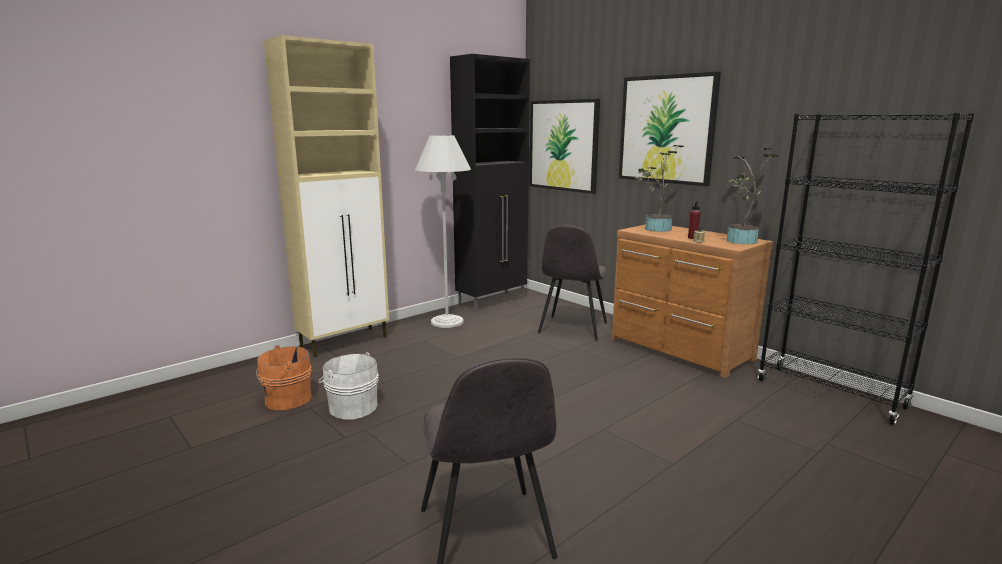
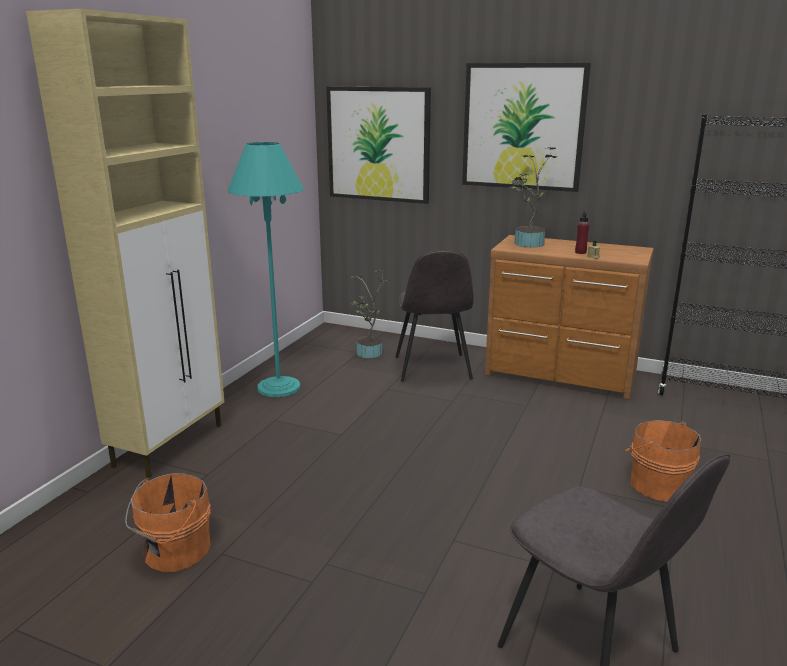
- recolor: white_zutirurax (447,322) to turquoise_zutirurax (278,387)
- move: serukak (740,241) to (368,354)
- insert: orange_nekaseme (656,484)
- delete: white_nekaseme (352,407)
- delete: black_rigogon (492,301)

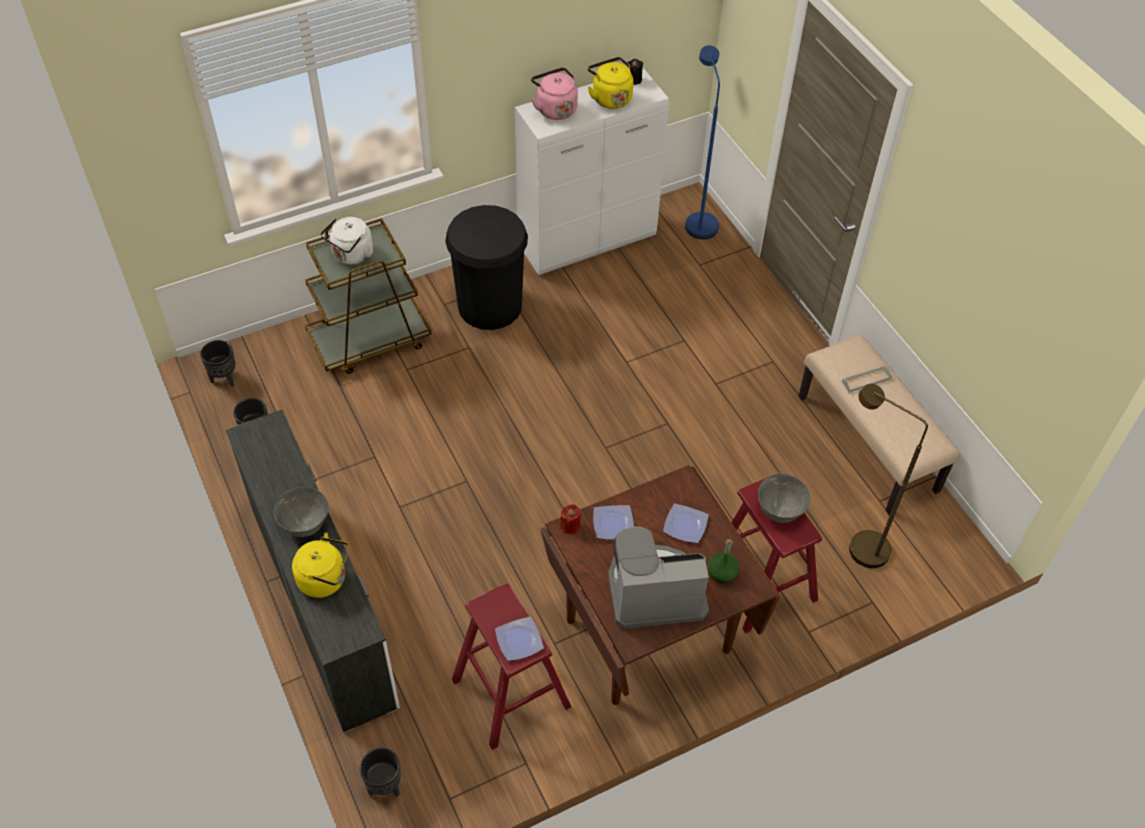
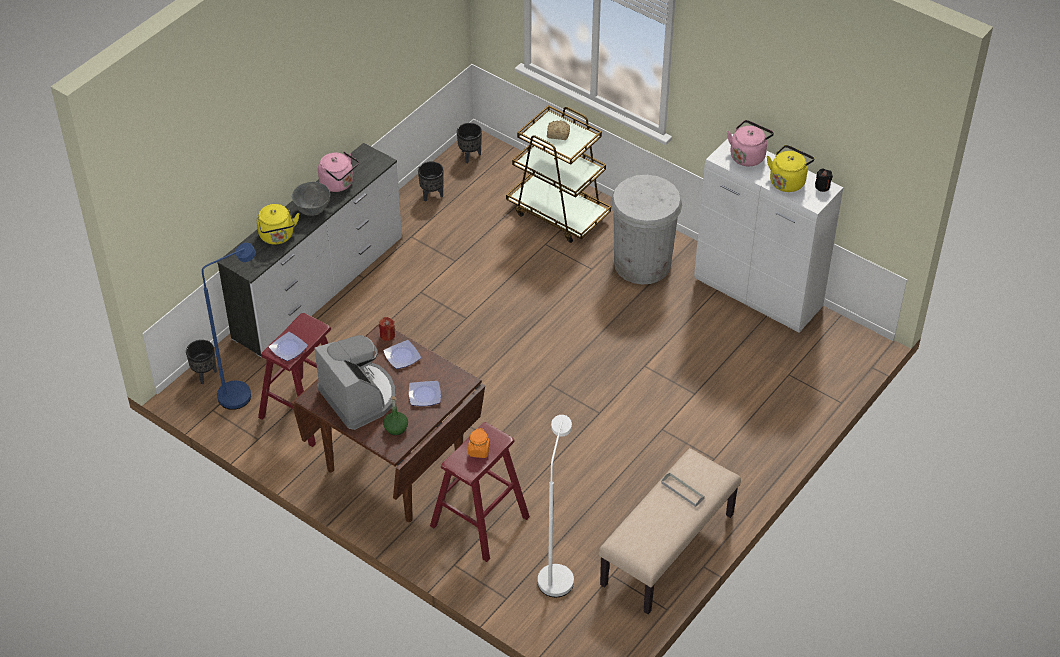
- move: blue_zutirurax (698,220) to (242,391)
- insert: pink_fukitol (339,184)
- replace: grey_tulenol (779,511) to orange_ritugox (479,450)
- recolor: brown_zutirurax (858,545) to white_zutirurax (556,573)
- replace: white_fukitol (351,255) to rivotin (557,134)
- recolor: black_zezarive (490,305) to white_zezarive (642,263)

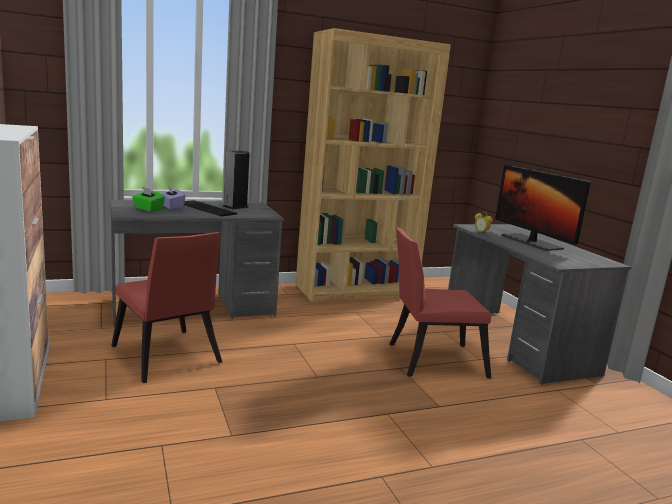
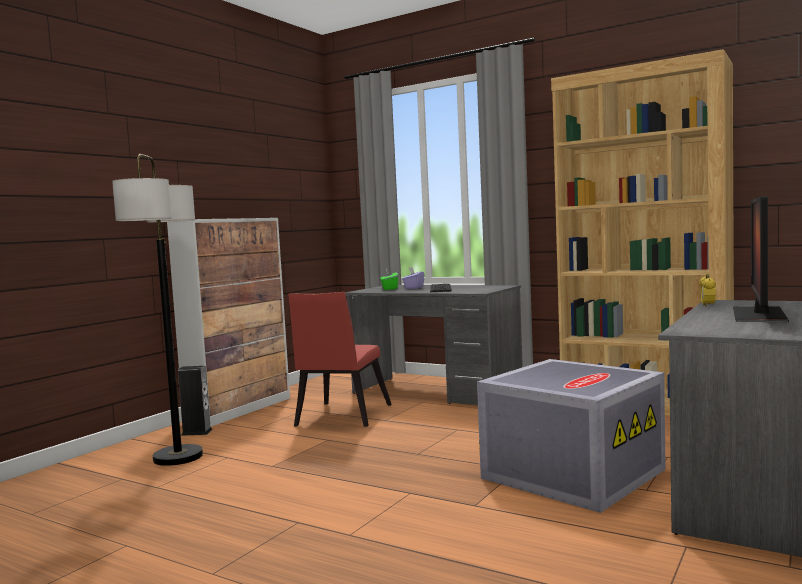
- insert: zutirurax (178,457)
- move: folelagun (235,207) to (197,432)
- replace: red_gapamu (430,359) to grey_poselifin (572,472)

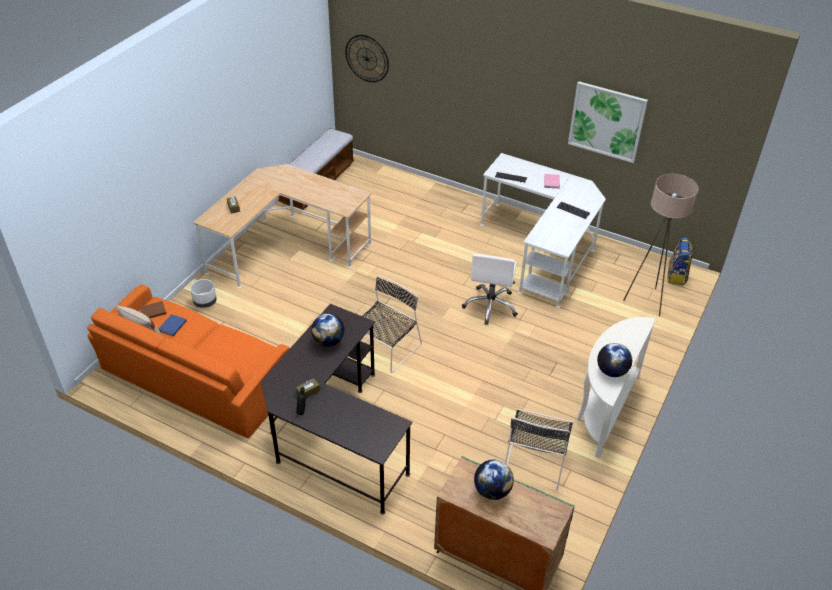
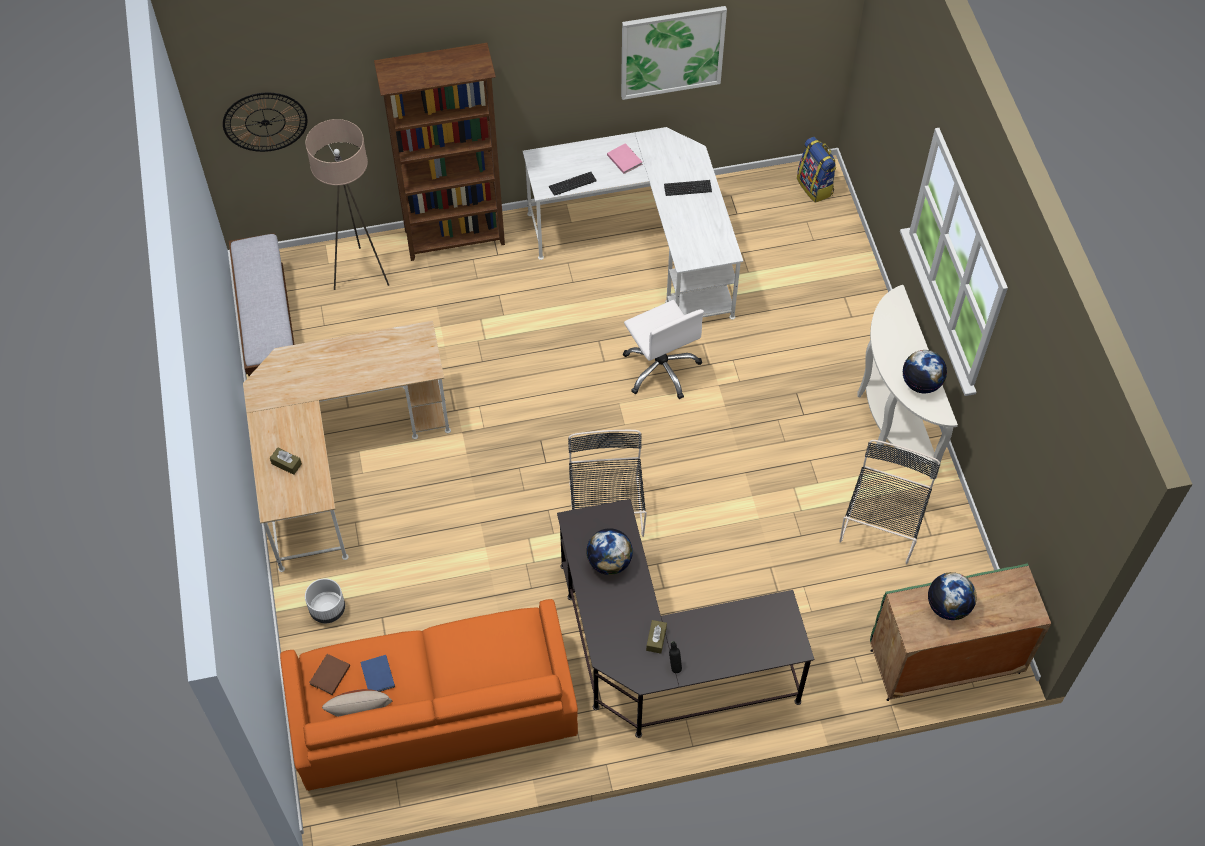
- move: beige_zutirurax (646,301) to (361,273)
- insert: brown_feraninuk (455,238)
- rotate: black_gapamu (535,460) = (881,527) 135 degrees counterclockwise

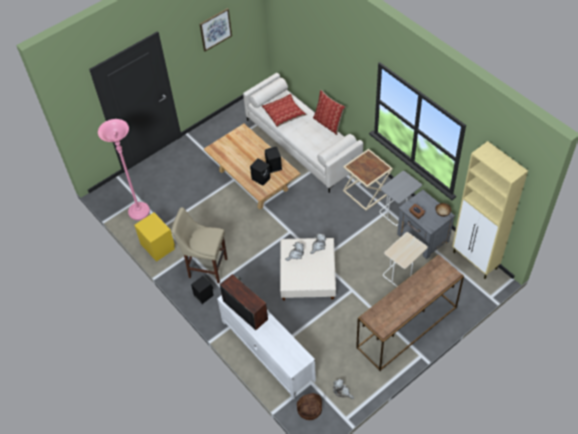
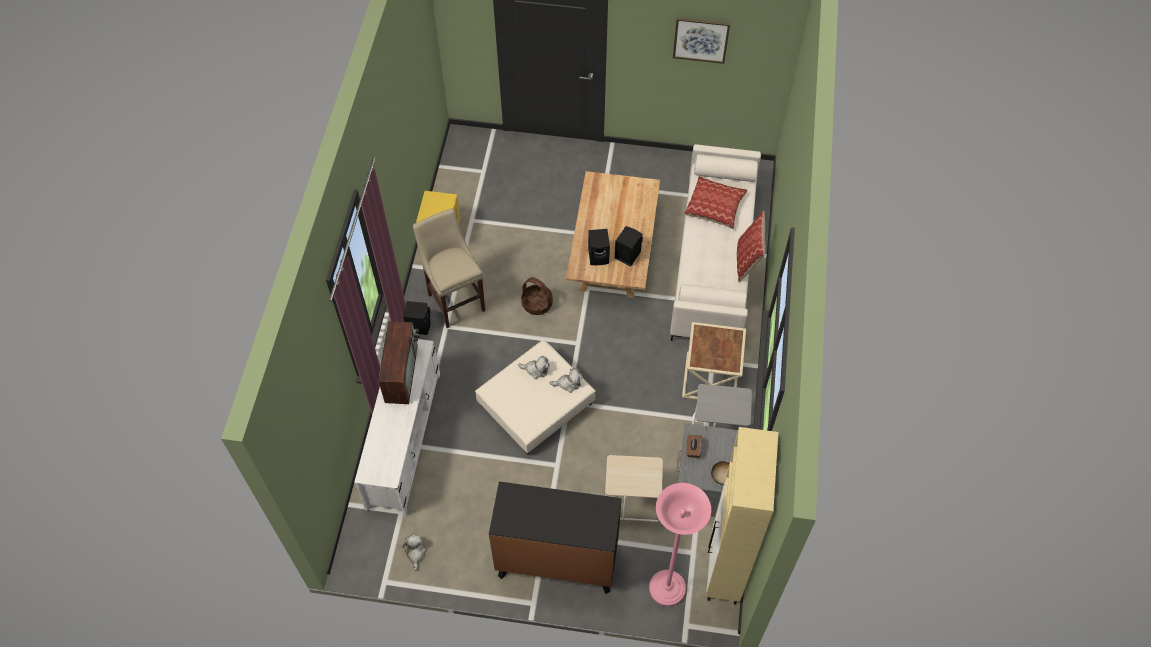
- replace: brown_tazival (407,328) to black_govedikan (557,561)
- move: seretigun (309,409) to (537,303)
- move: pink_zutirurax (139,212) to (667,588)

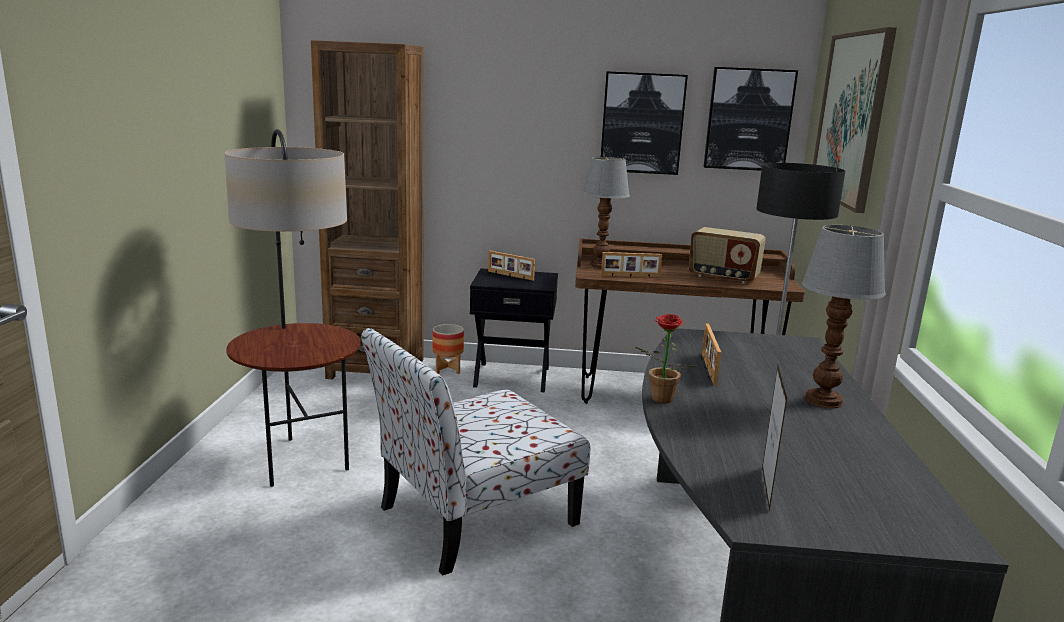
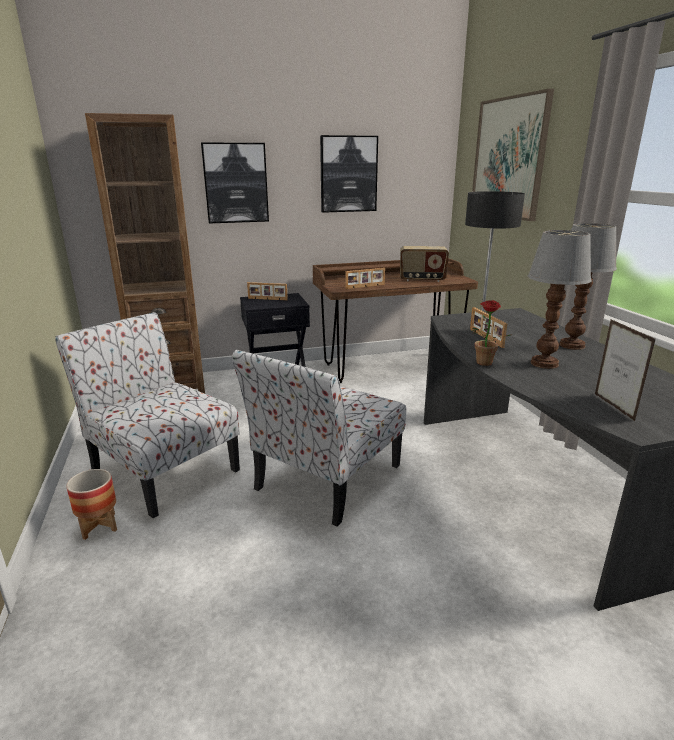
- replace: zutirurax (301,460) to gapamu (163,469)
- move: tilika (448,369) to (99,526)
- move: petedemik (748,119) to (236,183)
- move: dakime (601,266) to (544,363)

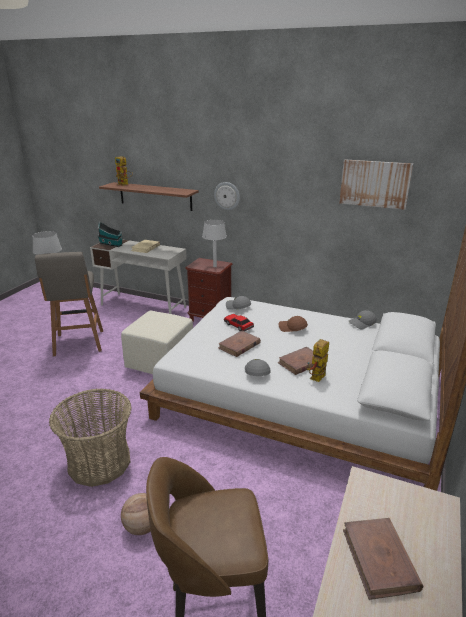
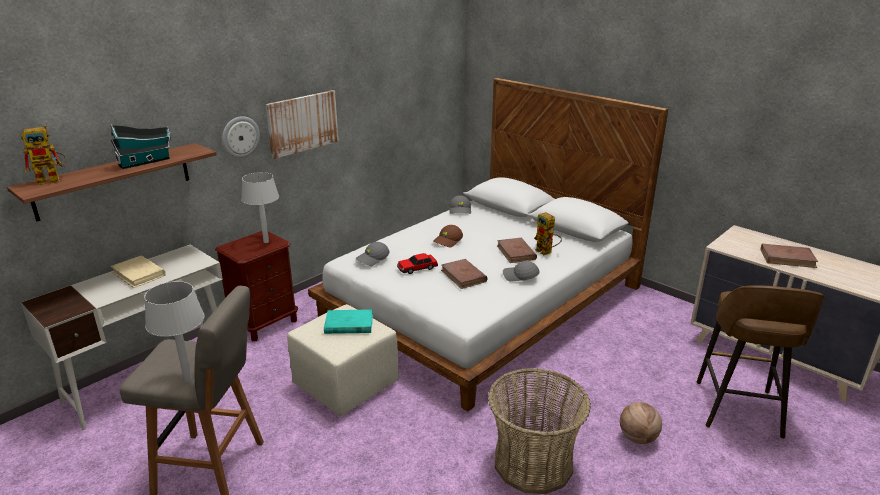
- move: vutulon (111,244) to (146,162)
- move: petedemik (374,184) to (302,123)
- insert: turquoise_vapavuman (348,324)

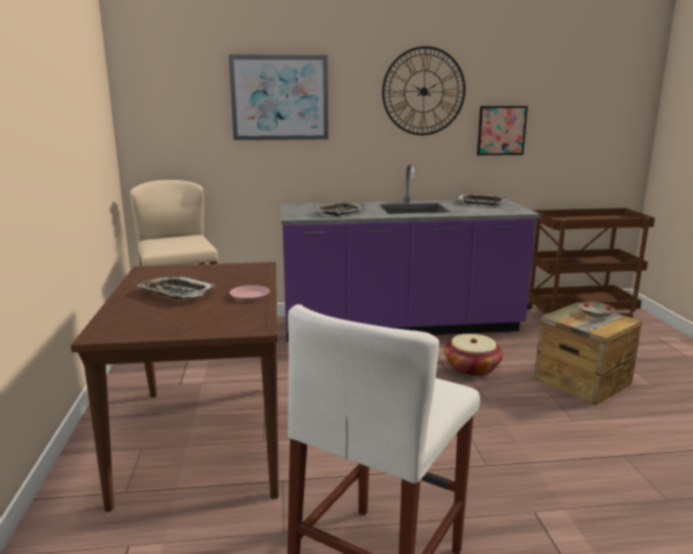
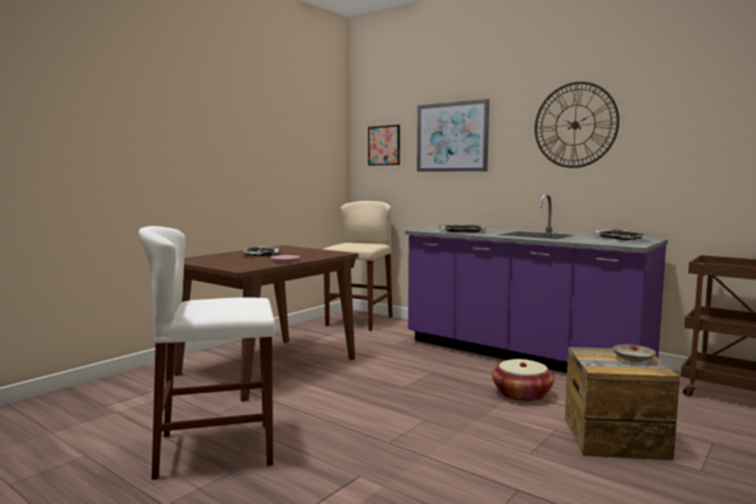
- move: petedemik (501,130) to (384,145)

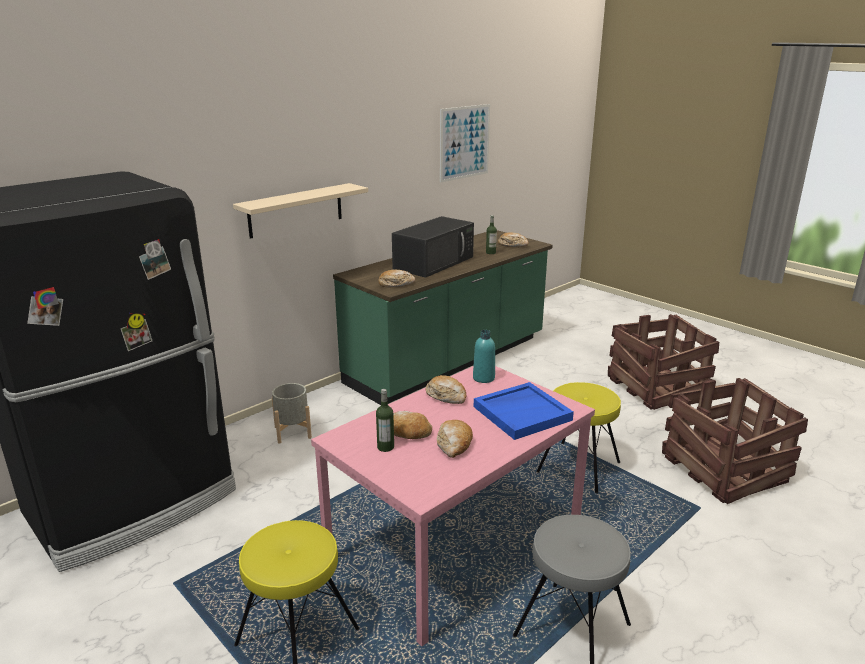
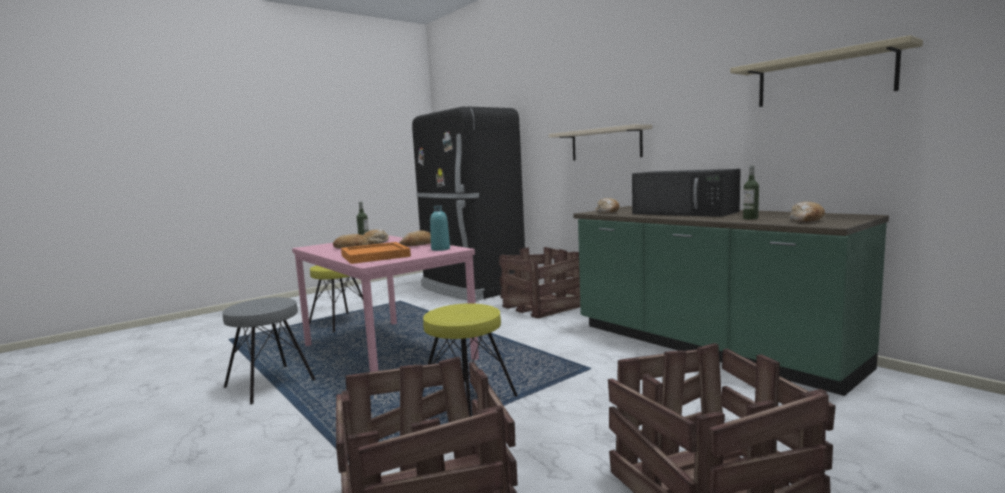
- recolor: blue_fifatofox (522,413) to orange_fifatofox (376,256)
- replace: grey_tilika (292,432) to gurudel (543,306)
- replace: petedemik (464,142) to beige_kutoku (823,78)

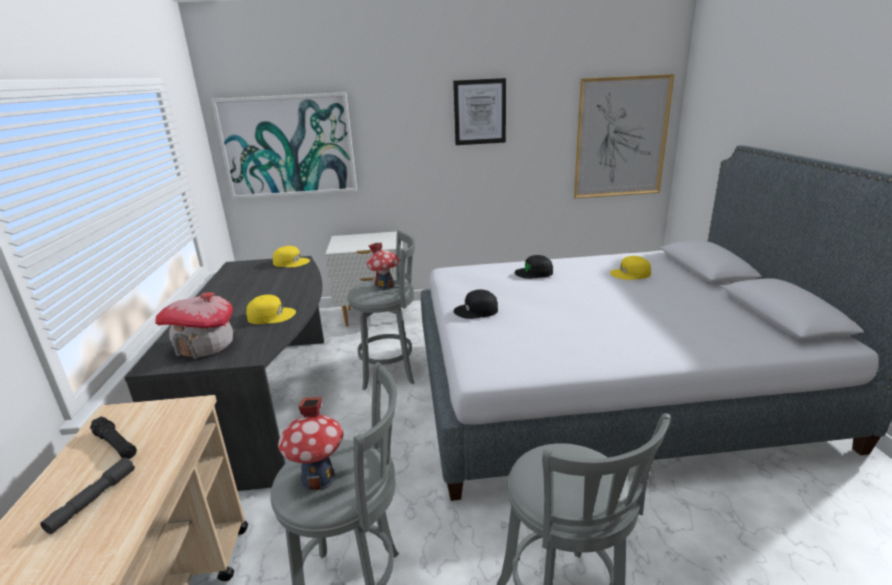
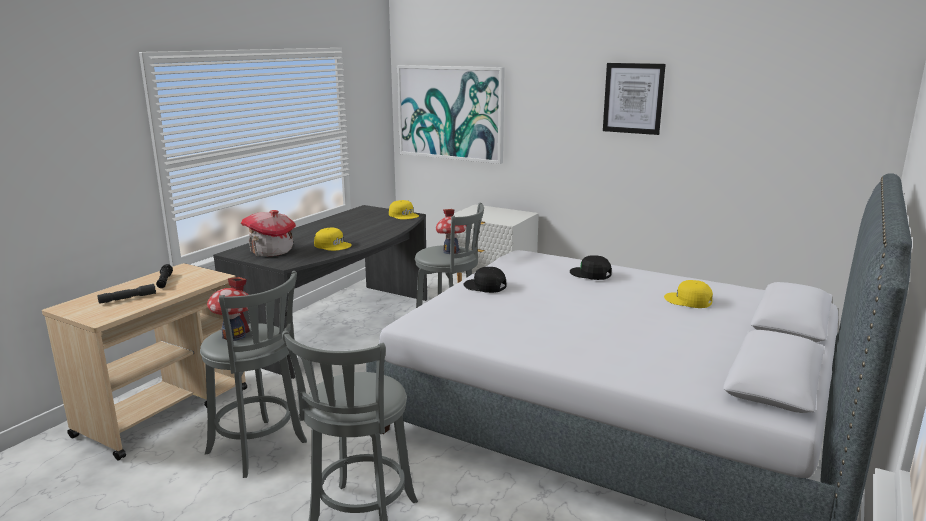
- delete: petedemik (621,138)

